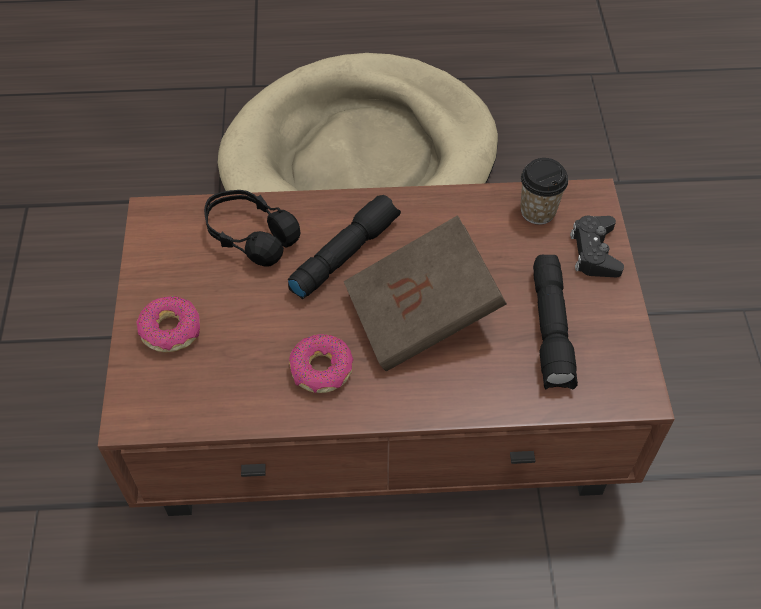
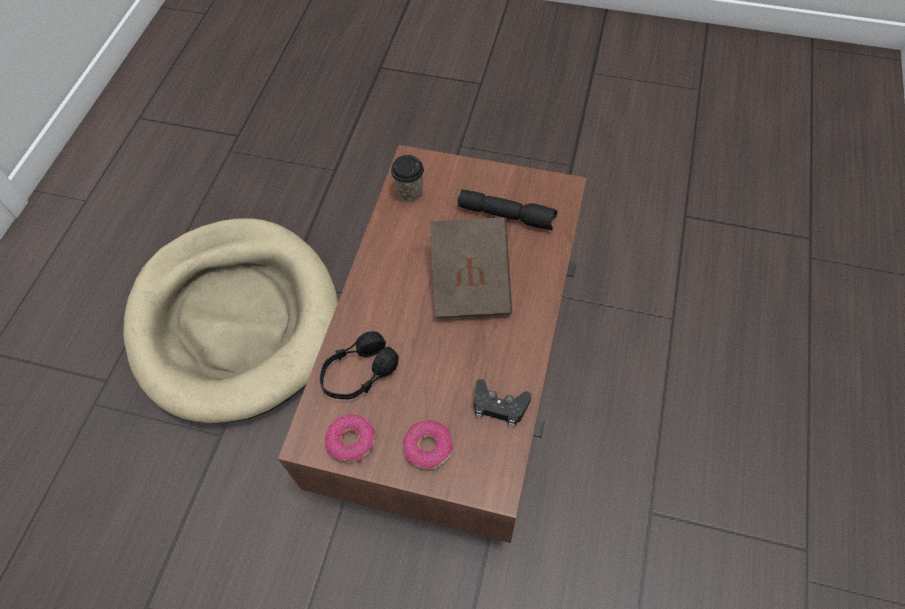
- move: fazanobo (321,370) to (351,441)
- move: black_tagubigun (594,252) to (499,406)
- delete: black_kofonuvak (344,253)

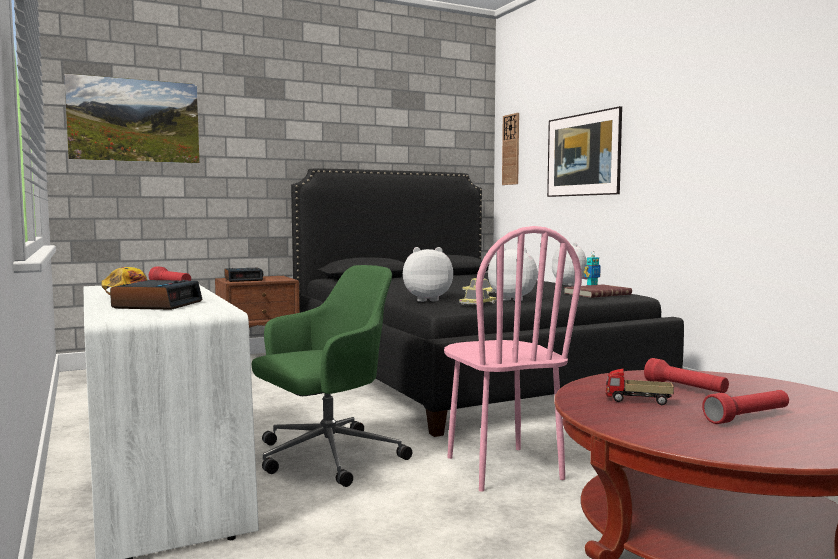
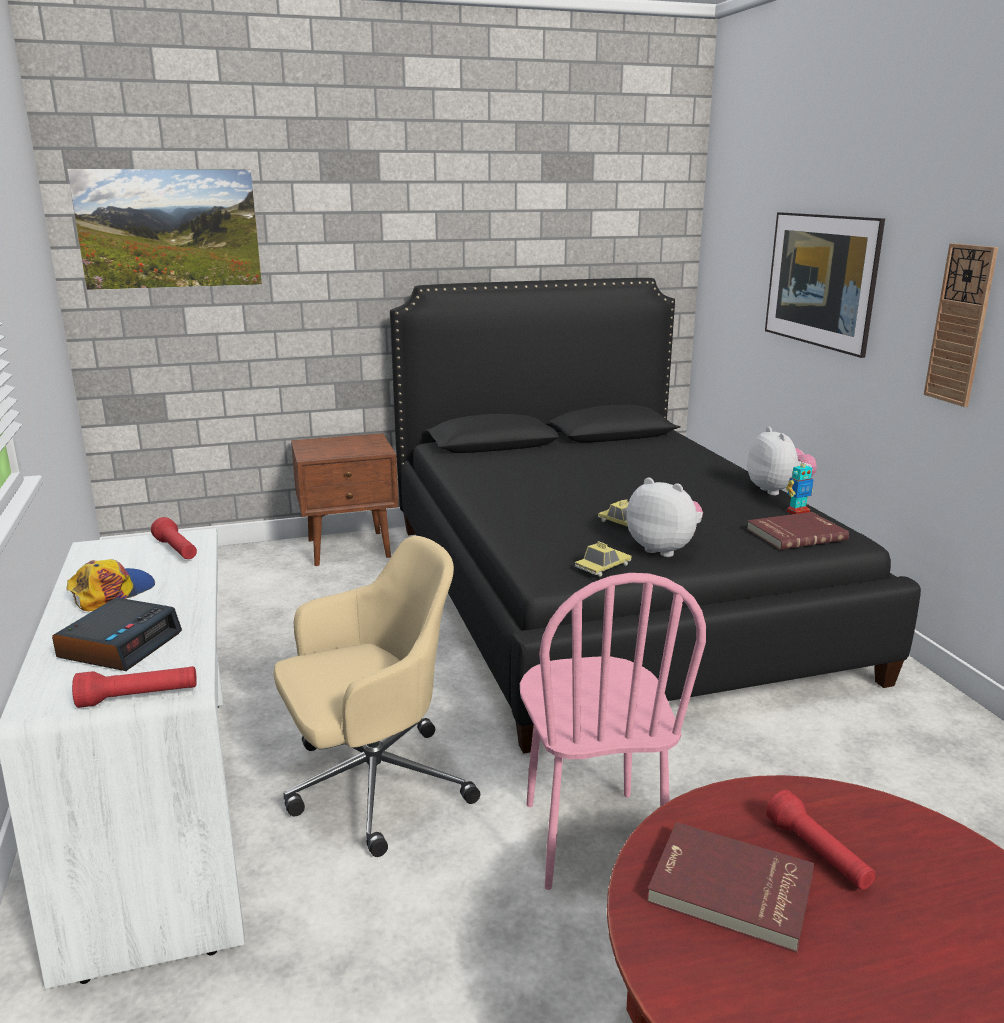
- move: red_kofonuvak (747,417) to (139,698)
- recolor: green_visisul (326,457) to beige_visisul (372,785)
- replace: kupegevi (638,401) to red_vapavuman (730,890)
- move: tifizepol (511,149) to (960,325)
- delete: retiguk (244,279)
- delete: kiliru (427,300)

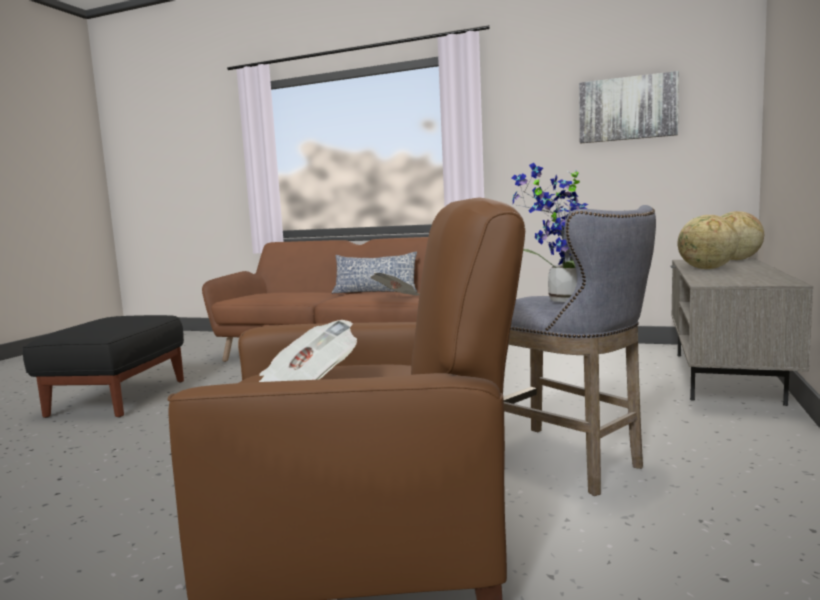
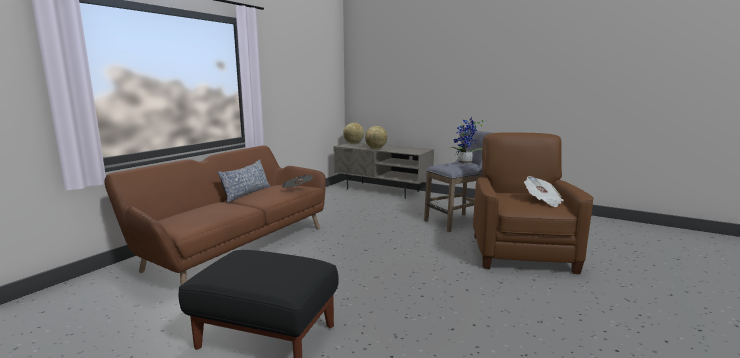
- delete: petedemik (627,109)

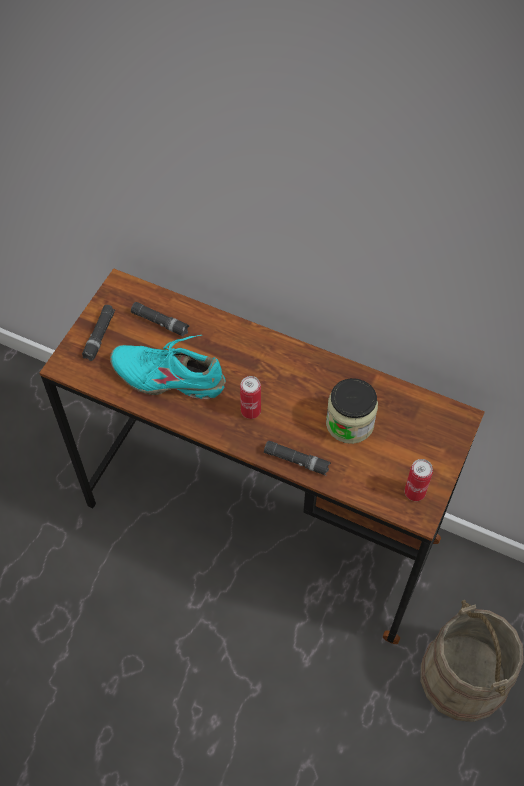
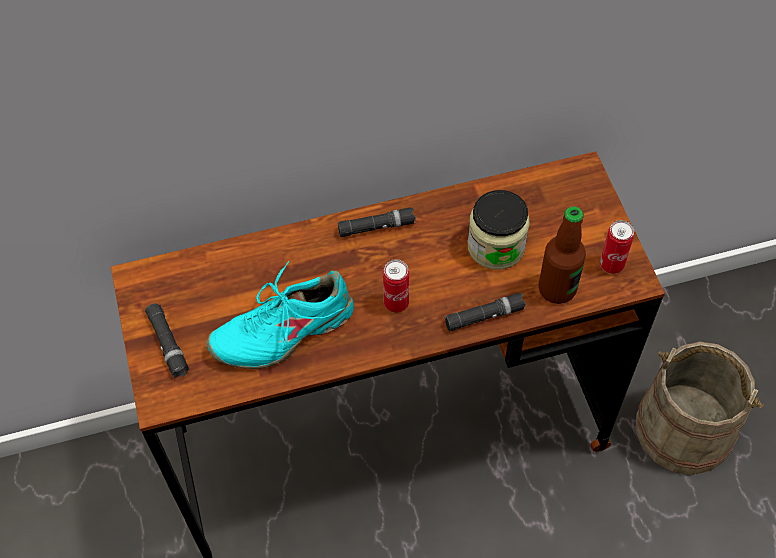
- move: black_kofonuvak (160,322) to (376,227)
- insert: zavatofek (557,289)

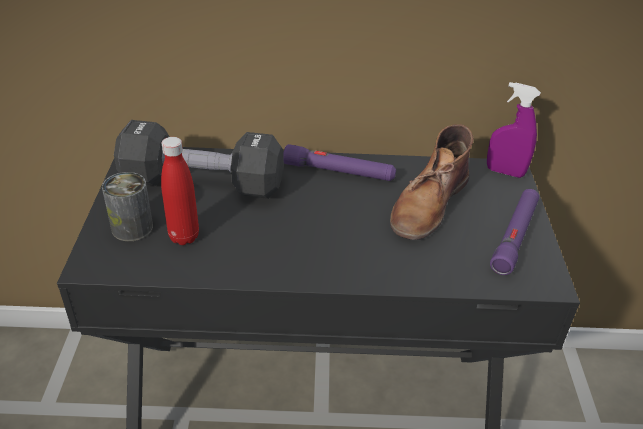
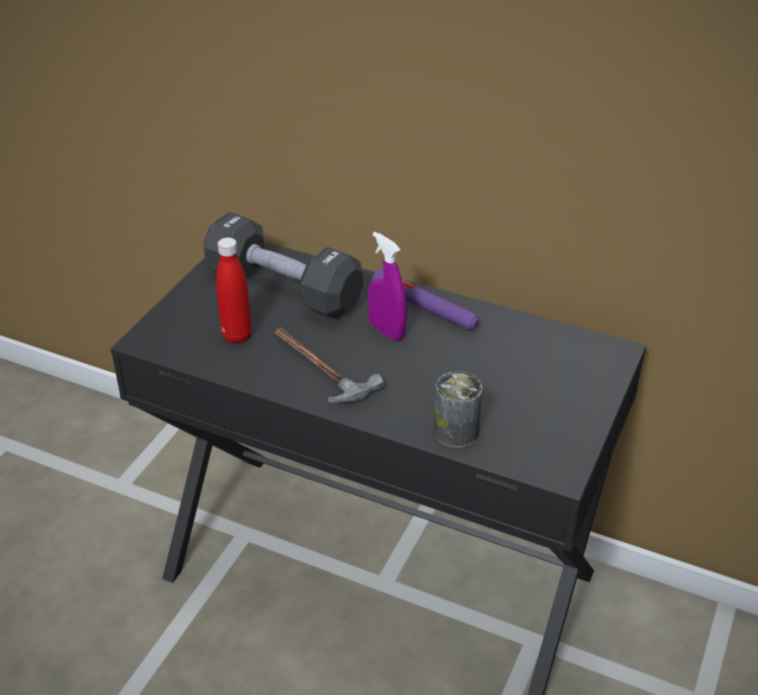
- insert: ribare (318,367)
- move: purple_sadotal (505,172) to (386,331)
- move: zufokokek (132,227) to (456,431)
- delete: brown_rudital (428,204)
- delete: purple_kofonuvak (515,236)

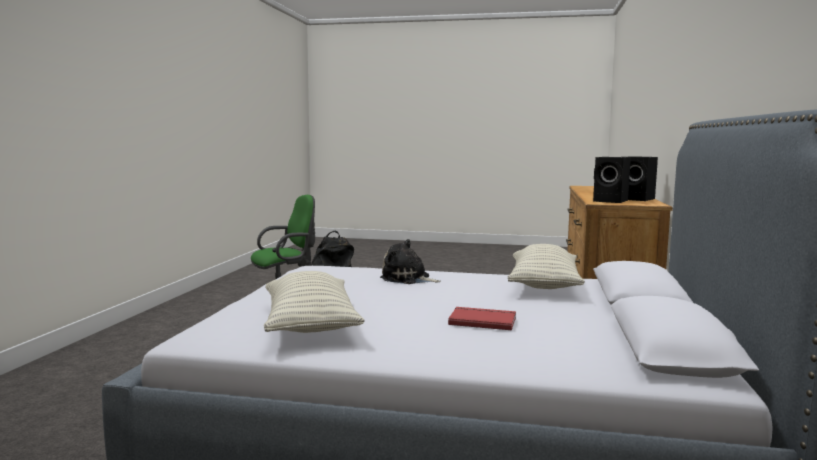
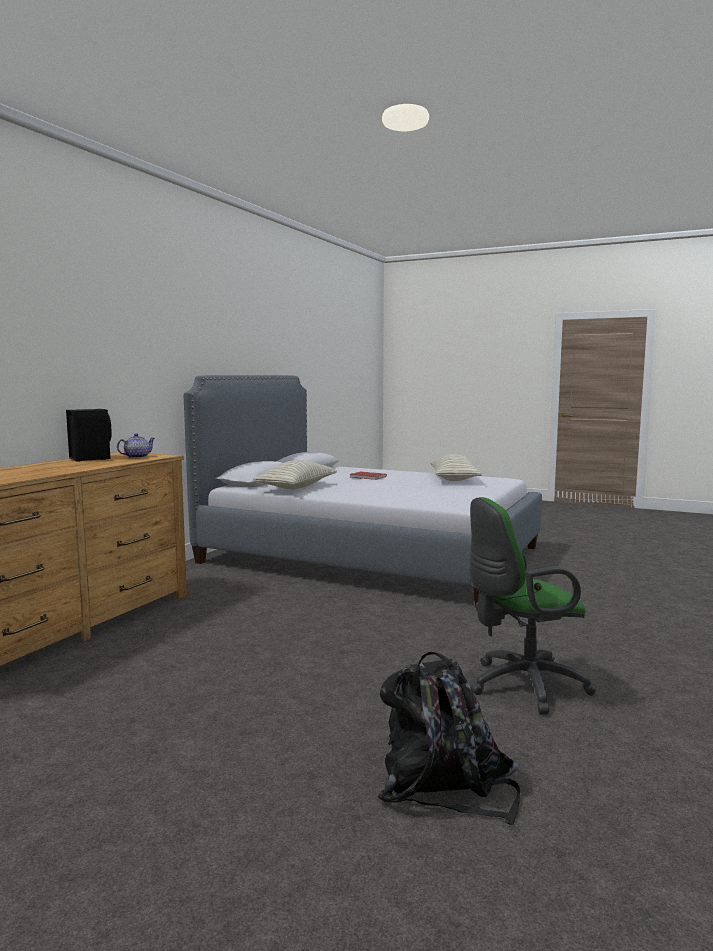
- replace: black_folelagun (611,201) to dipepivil (136,457)
- delete: kiliru (407,279)

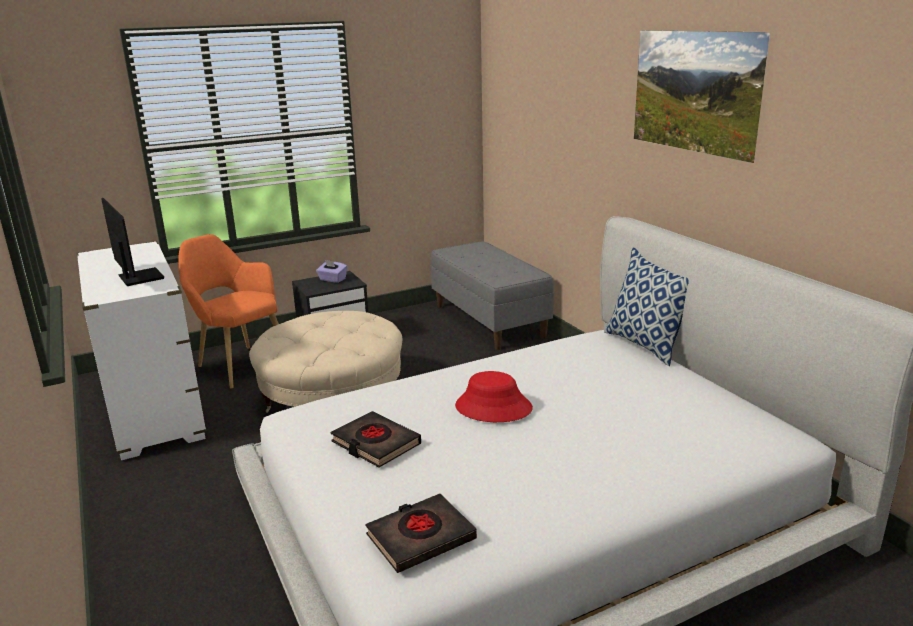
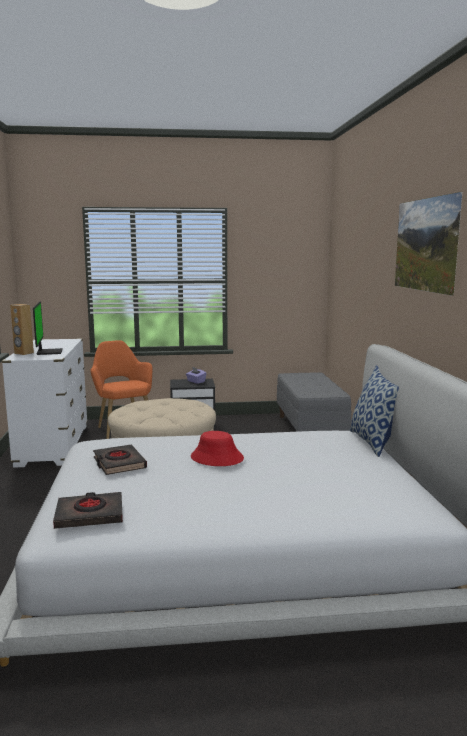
- insert: brown_folelagun (23,353)

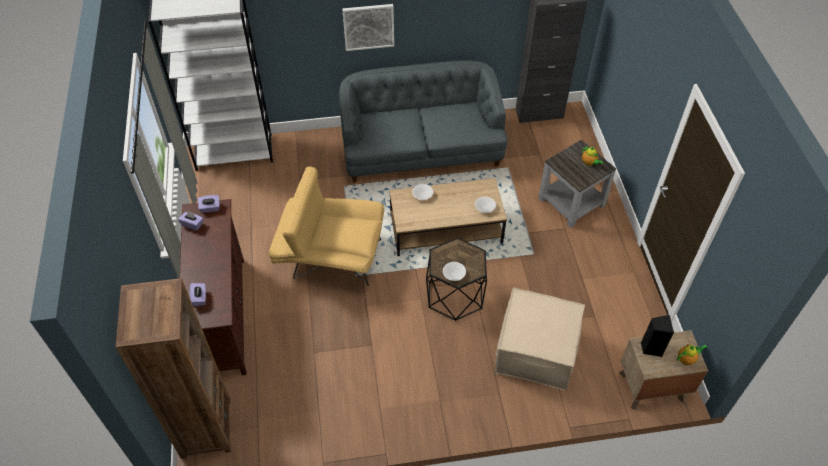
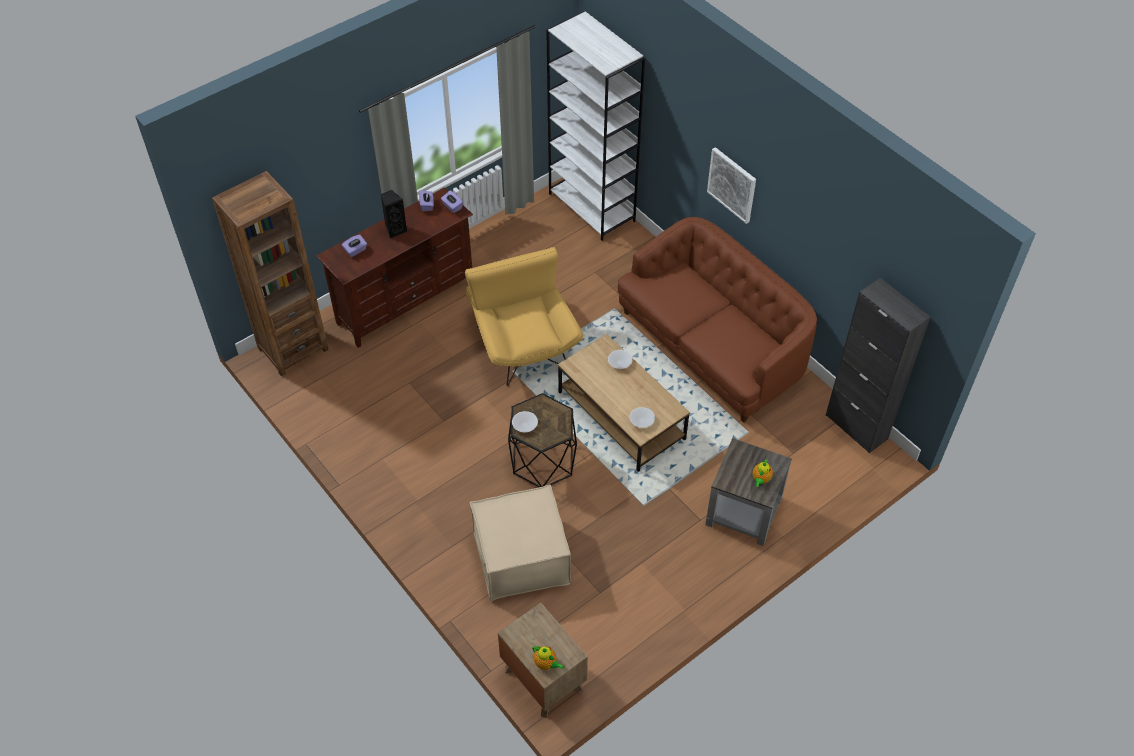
- move: black_folelagun (651,348) to (395,230)
- recolor: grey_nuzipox (421,150) to brown_nuzipox (712,346)

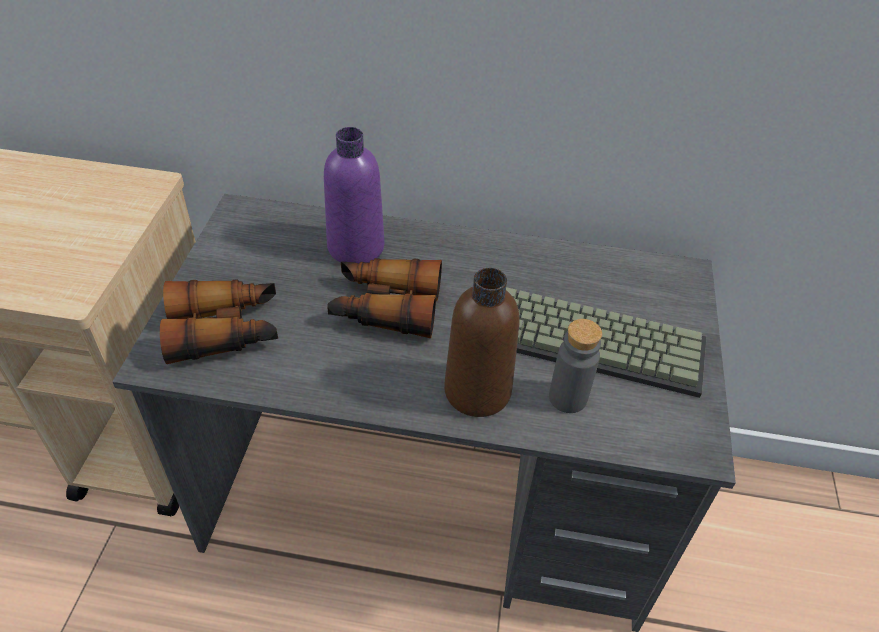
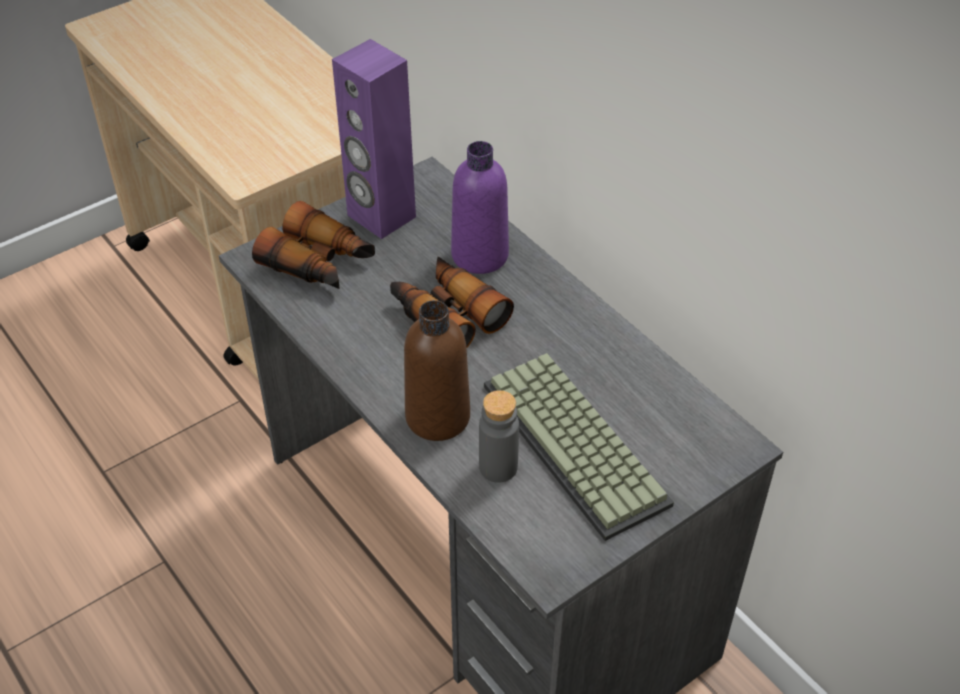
- insert: purple_folelagun (380,216)

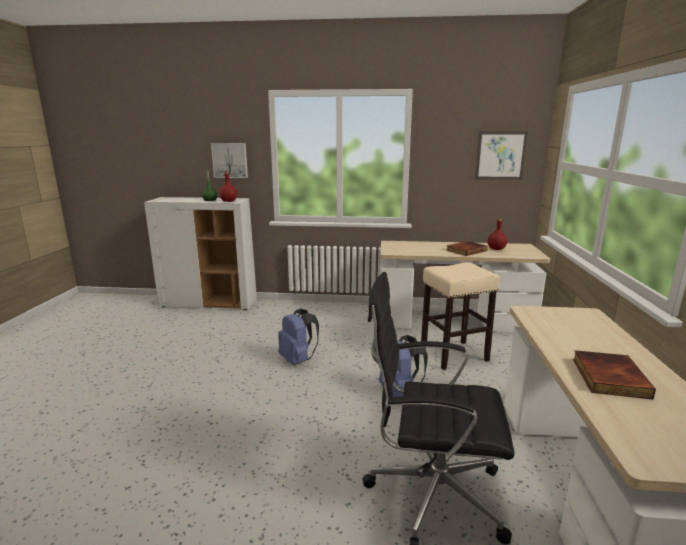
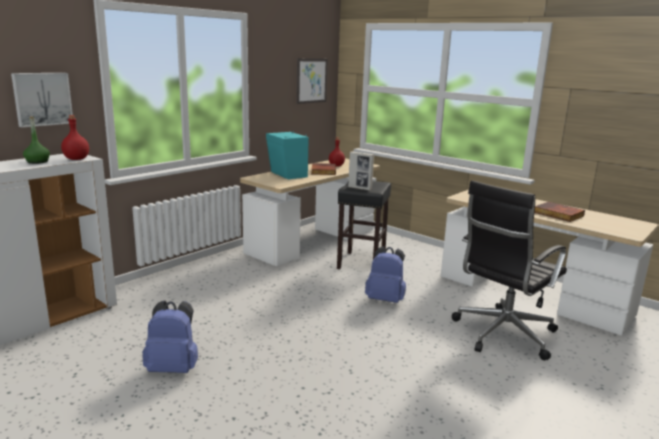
- move: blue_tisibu (298,360) to (174,368)
- insert: turquoise_folelagun (287,174)
- recolor: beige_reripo (453,355) to black_reripo (361,263)
- insert: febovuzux (360,188)

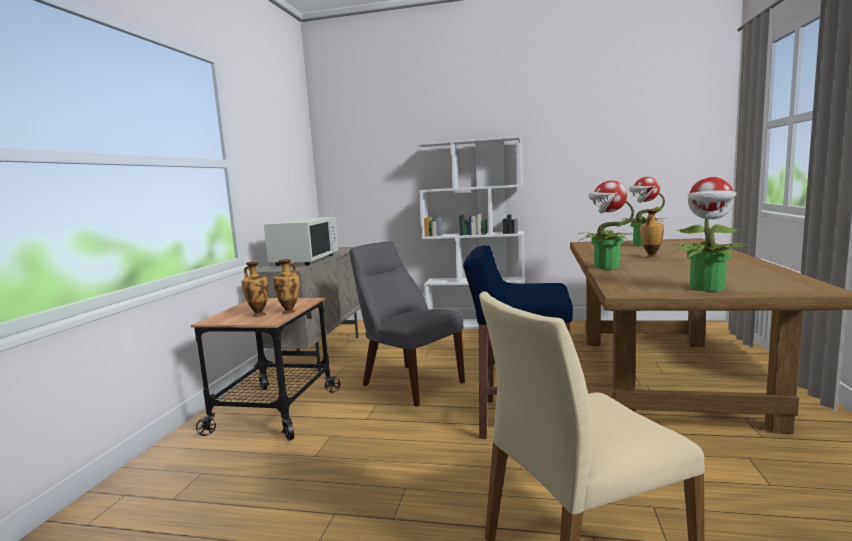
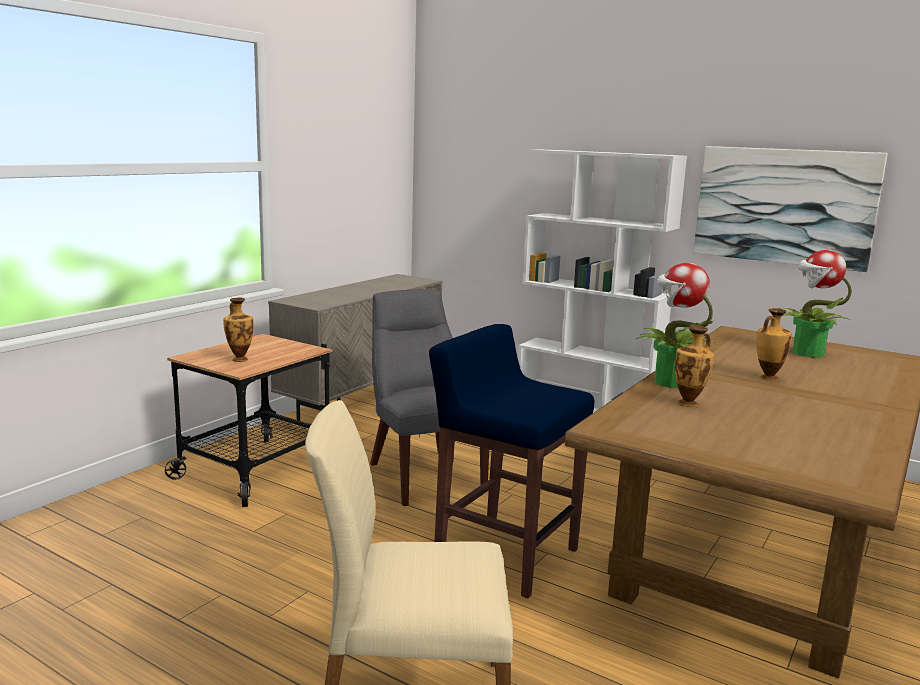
- move: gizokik (289,312) to (689,403)
- insert: petedemik (784,206)
- delete: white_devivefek (305,260)
- delete: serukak (708,288)

